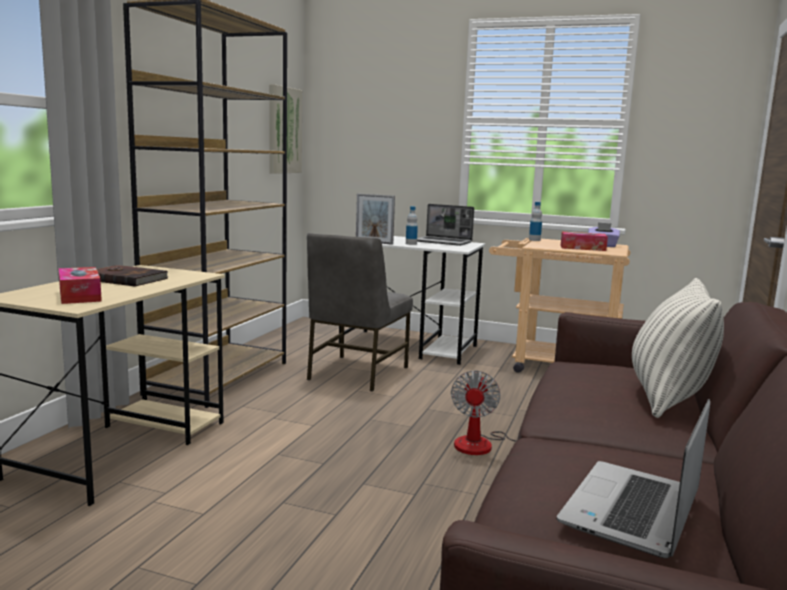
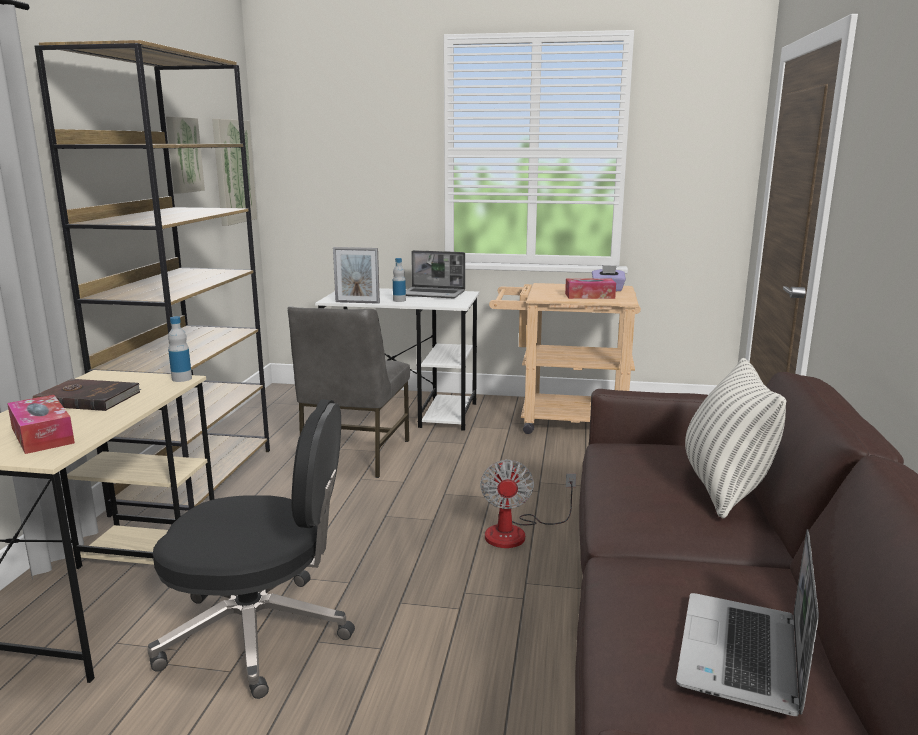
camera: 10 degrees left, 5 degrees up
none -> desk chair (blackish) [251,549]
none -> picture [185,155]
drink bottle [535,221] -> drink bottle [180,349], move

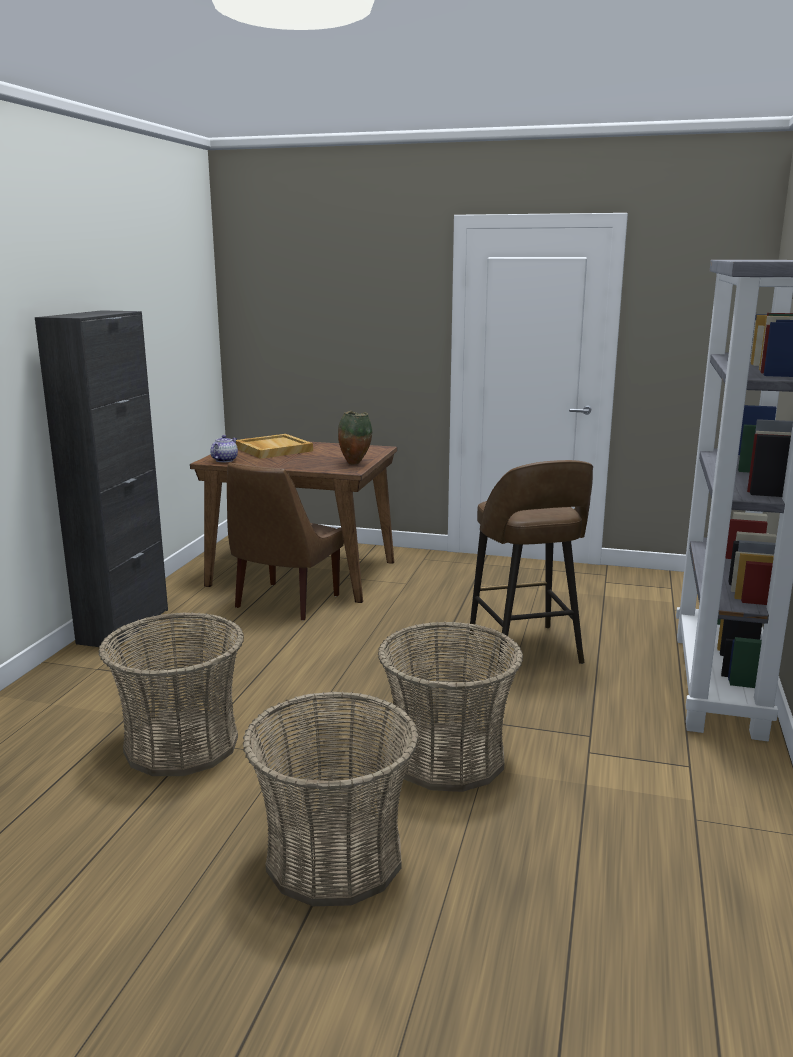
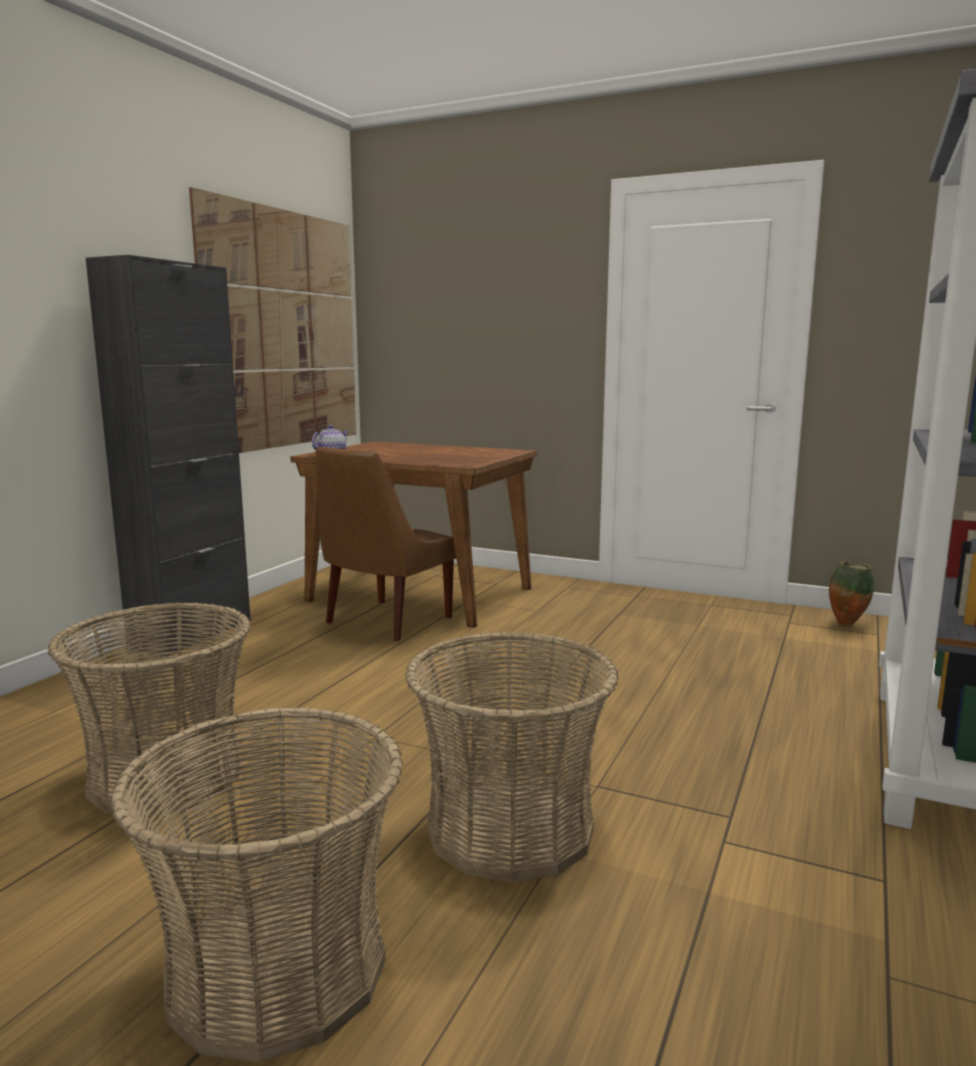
camera: 10 degrees right, 5 degrees down
none -> picture [272,320]
vase [355,438] -> vase [851,593], move
serving tray (sand-coloured) [274,446] -> none
stool seat (brown-coloured) [531,565] -> none

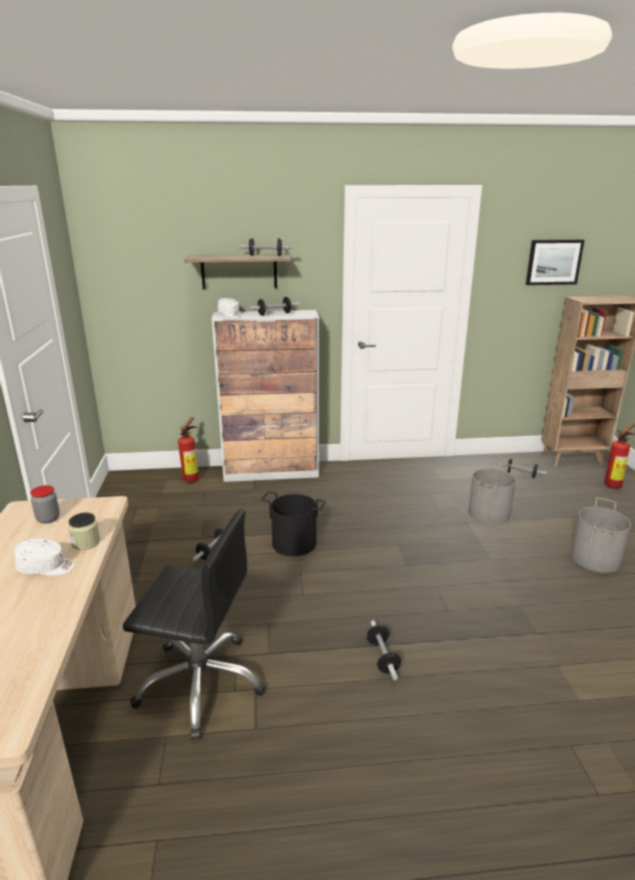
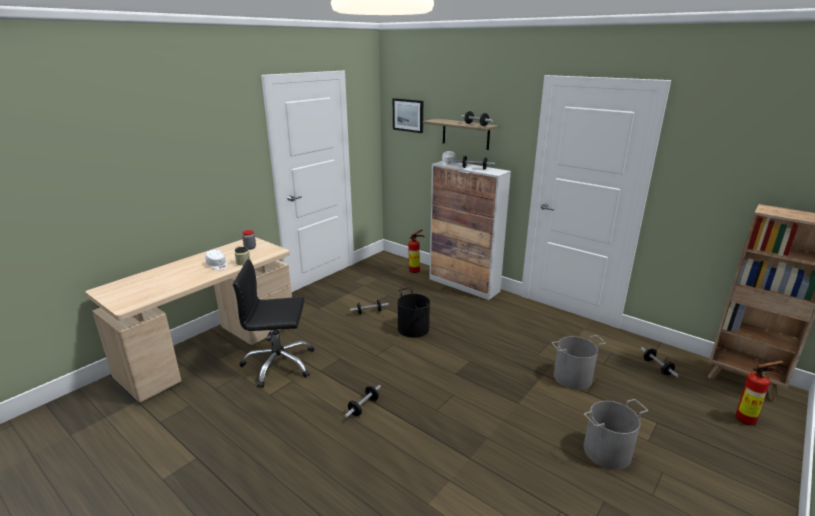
camera: 45 degrees right, 0 degrees up
desk chair (blackish) [194,624] -> desk chair (blackish) [273,323], 120 degrees clockwise
picture [555,262] -> picture [408,115], move

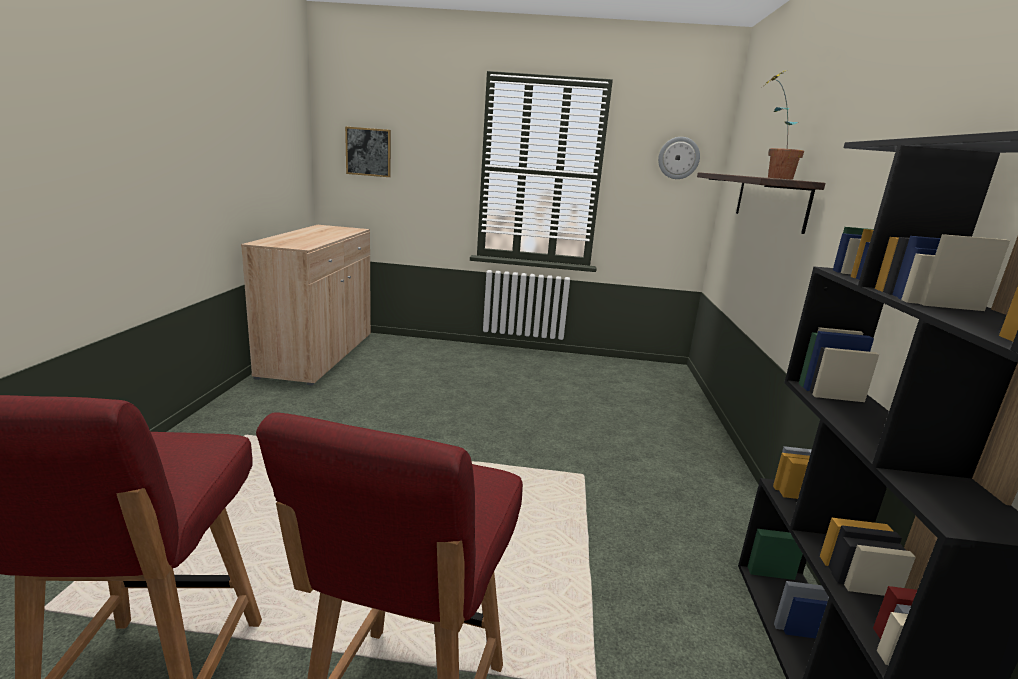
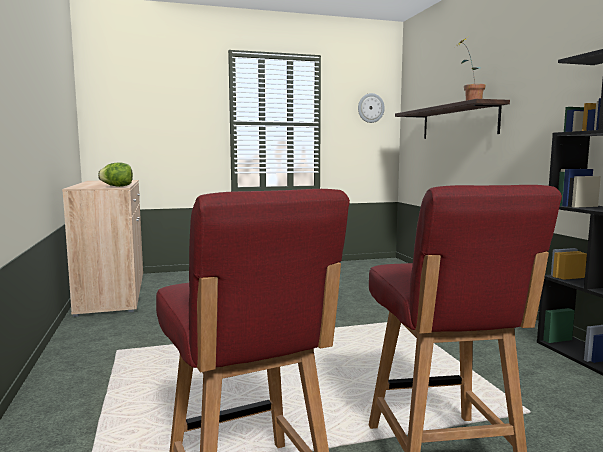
camera: 20 degrees left, 10 degrees down
none -> lettuce [115,174]
picture [368,151] -> none

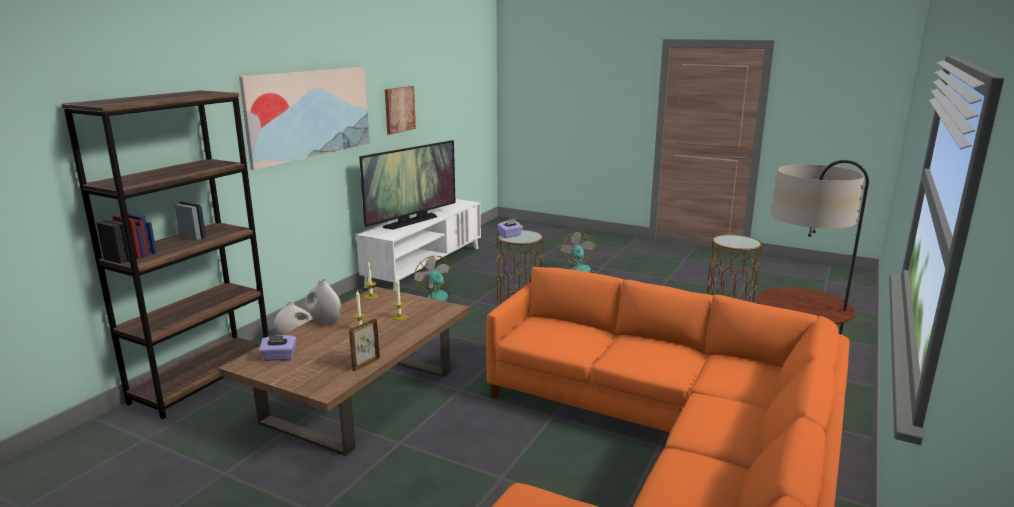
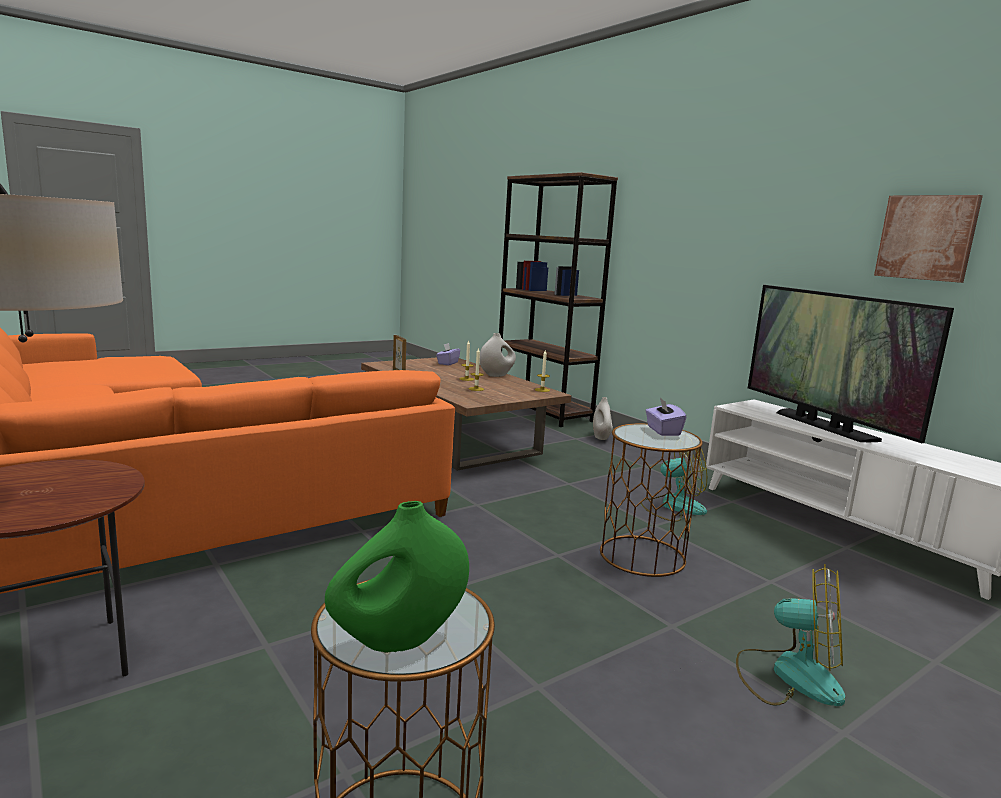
camera: 115 degrees right, 5 degrees down
none -> vase (green) [397,577]
picture [304,118] -> none

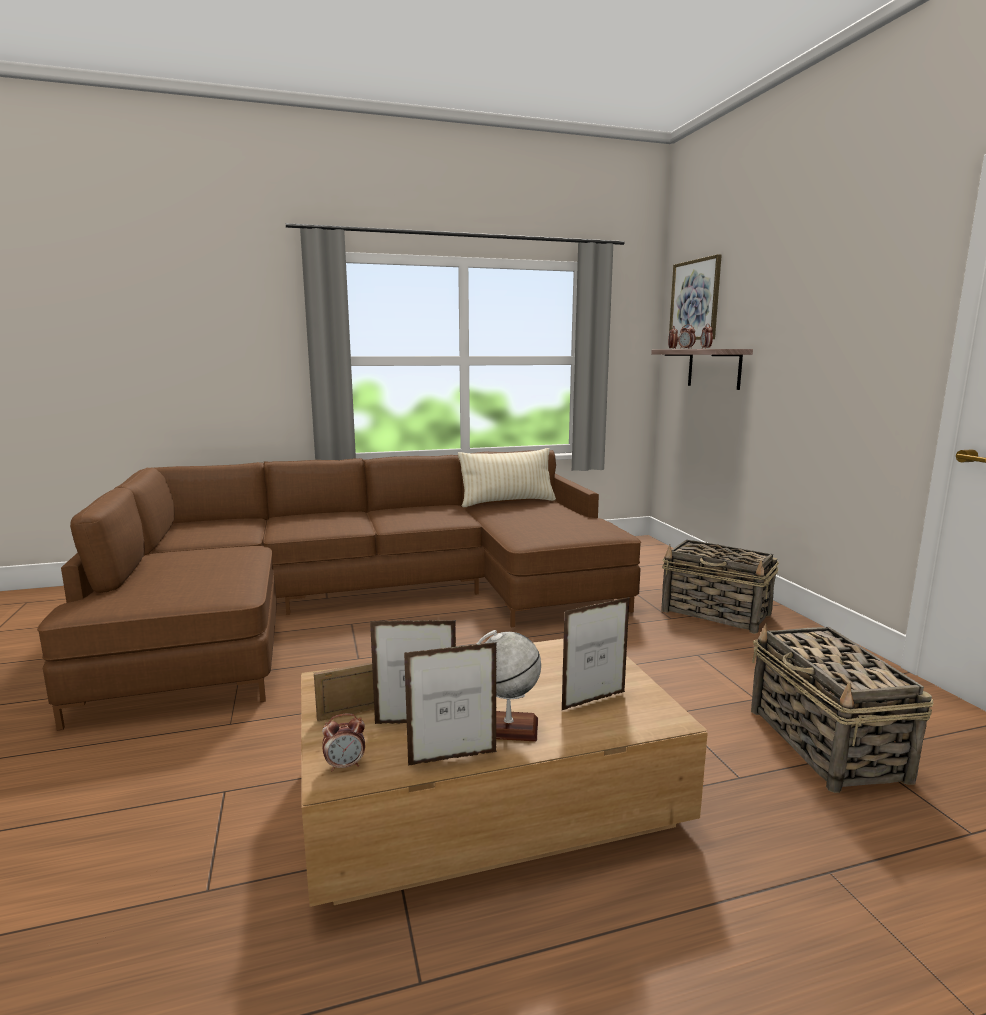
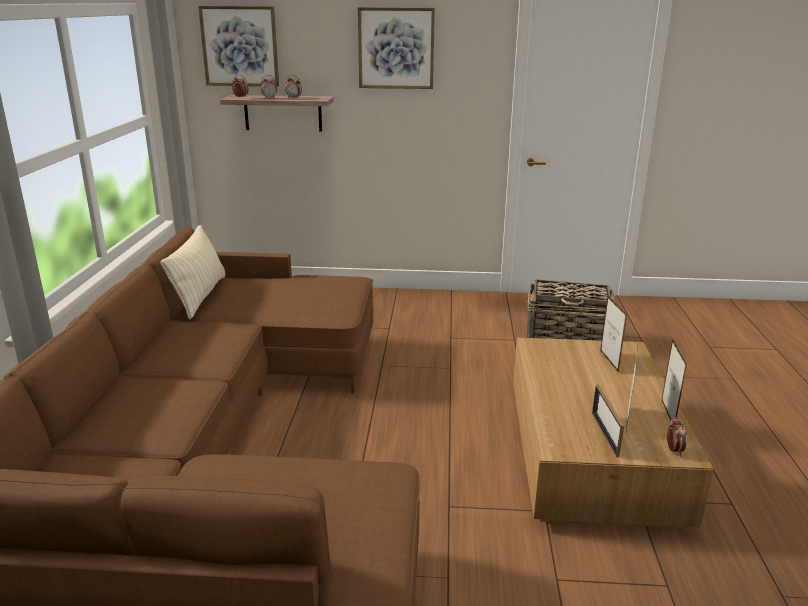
camera: 70 degrees left, 10 degrees up
none -> picture [396,48]
world globe [509,686] -> none
storage basket [720,587] -> none

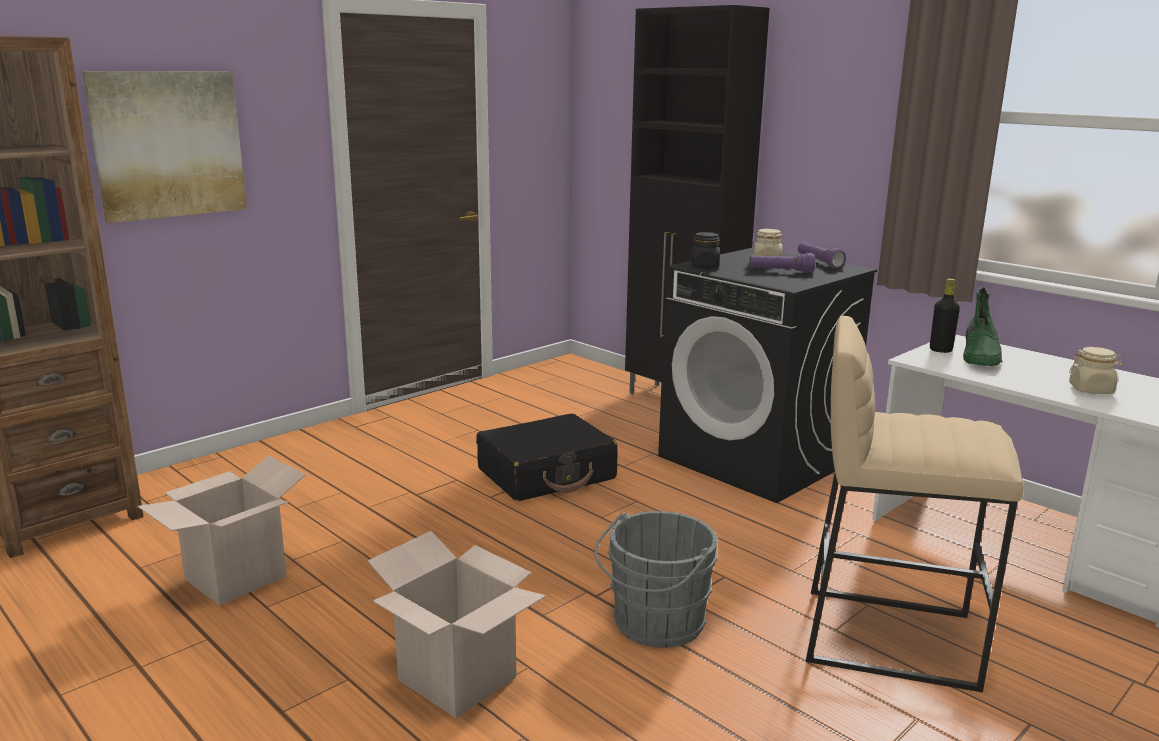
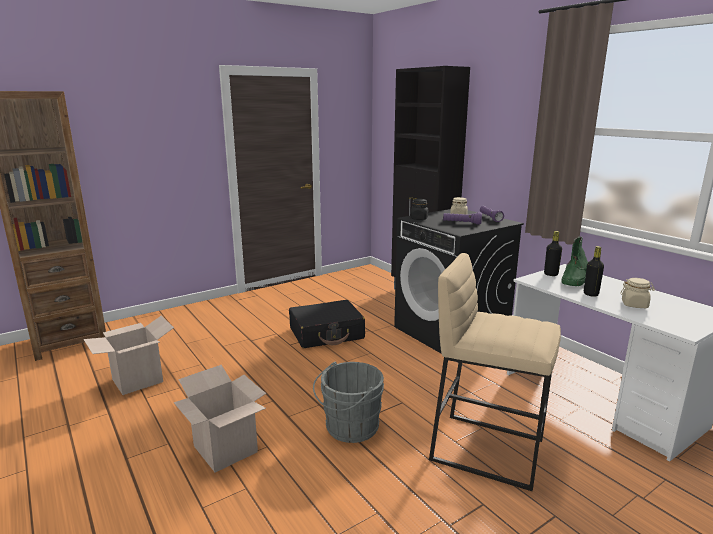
camera: 10 degrees right, 0 degrees up
none -> drink bottle (blackish) [594,271]
picture [165,147] -> none

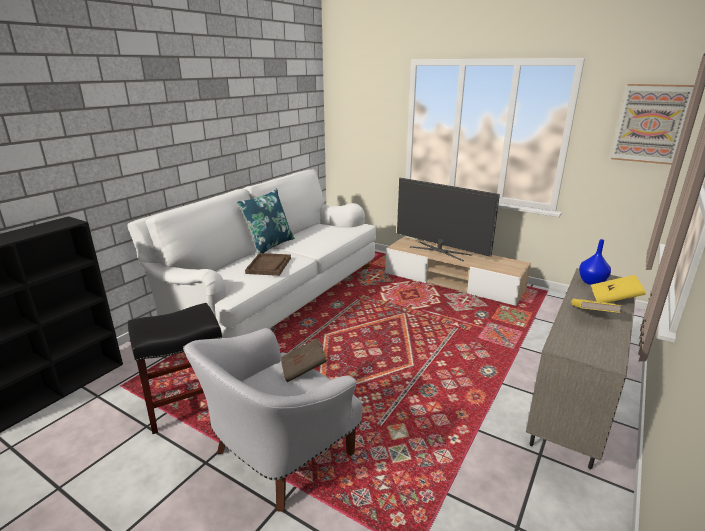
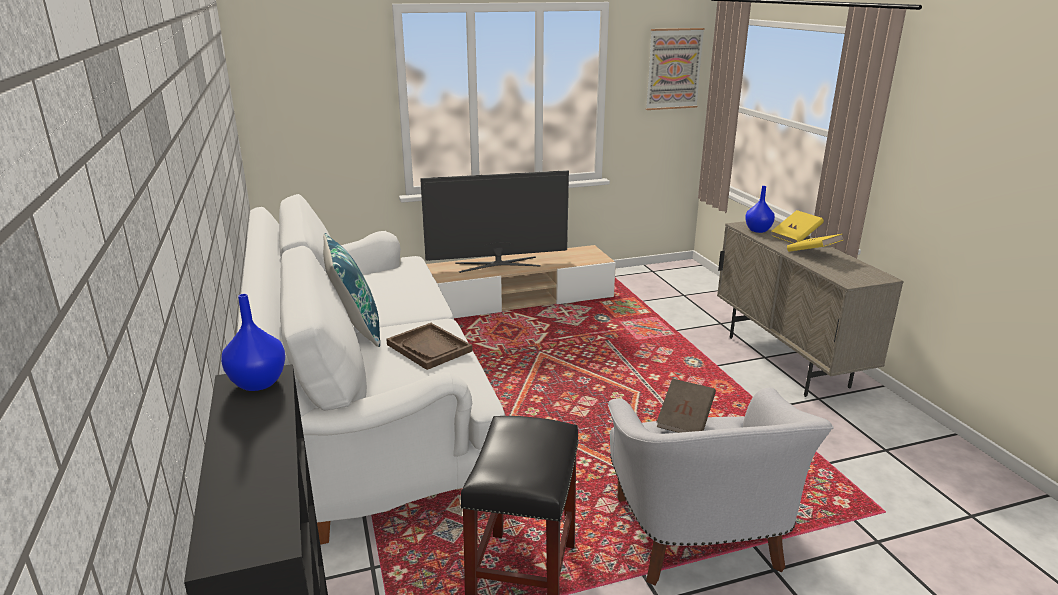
camera: 50 degrees left, 0 degrees up
none -> vase (bluish) [253,342]

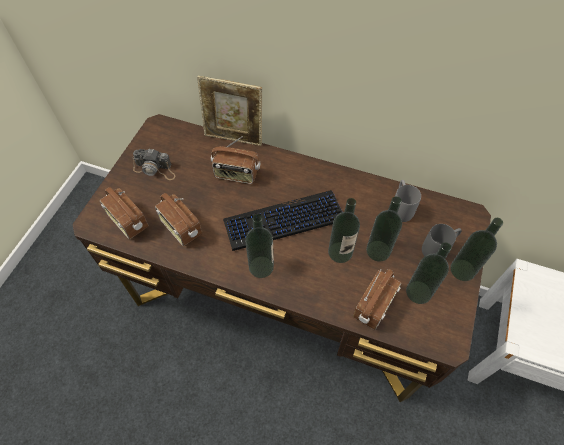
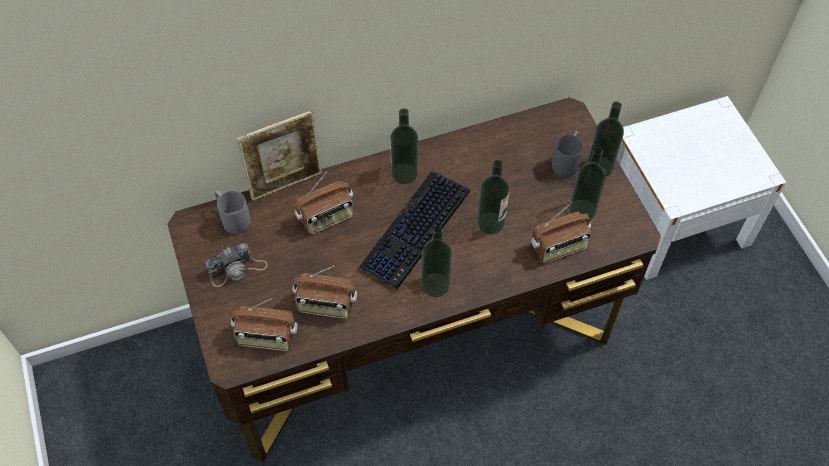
camera: 40 degrees left, 0 degrees up
mug (gray) [408,201] -> mug (gray) [232,212], move
drink bottle [384,229] -> drink bottle [404,146], move
radio [377,299] -> radio [561,232], 75 degrees clockwise

